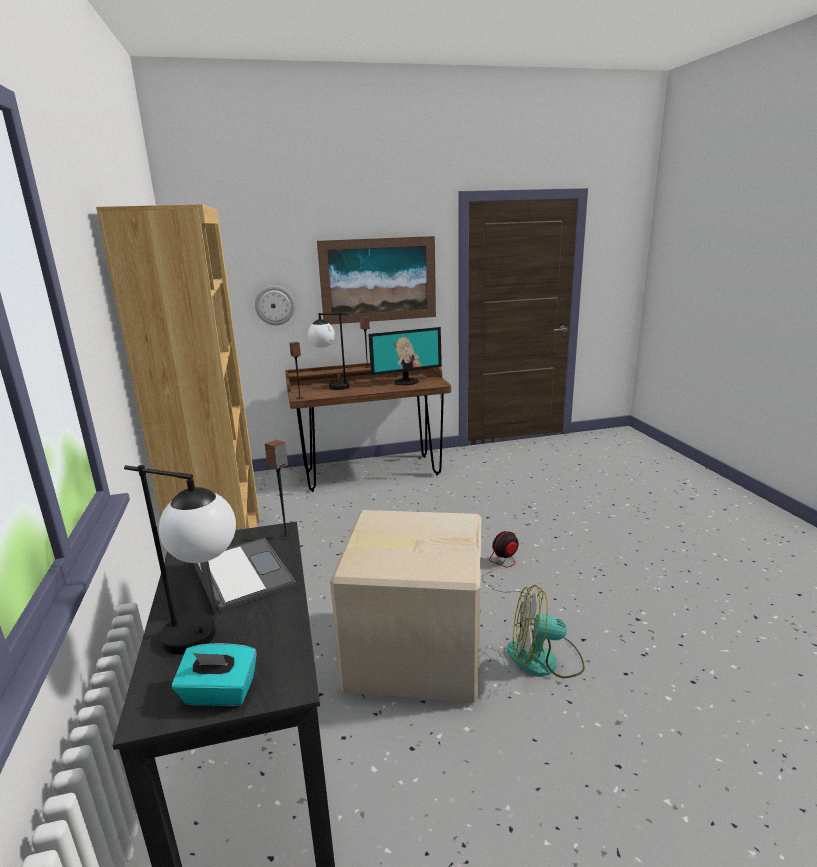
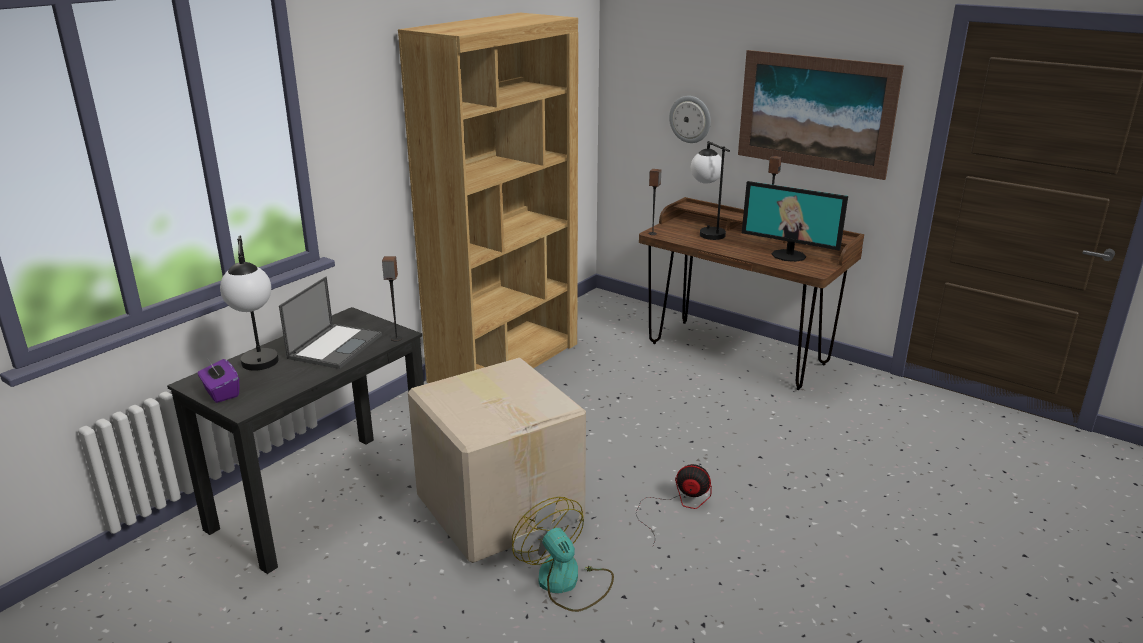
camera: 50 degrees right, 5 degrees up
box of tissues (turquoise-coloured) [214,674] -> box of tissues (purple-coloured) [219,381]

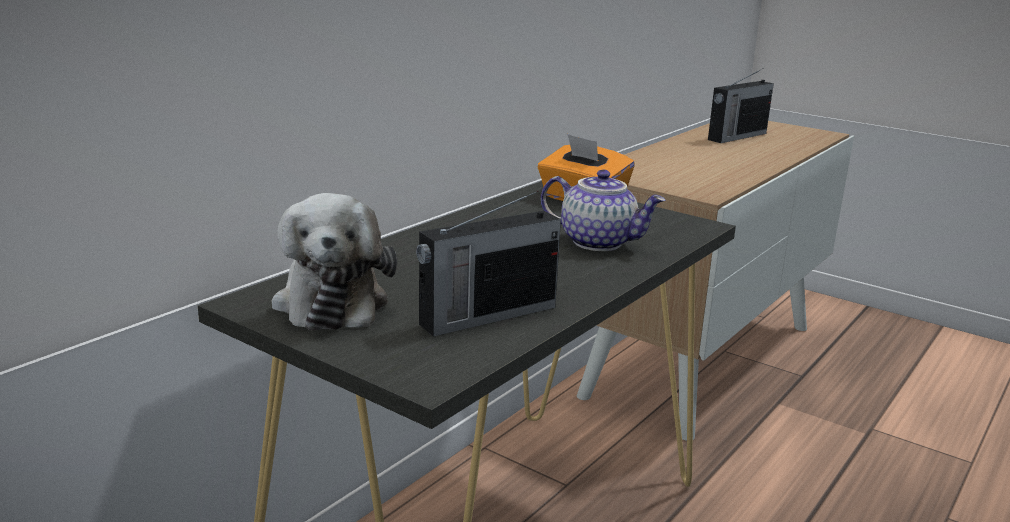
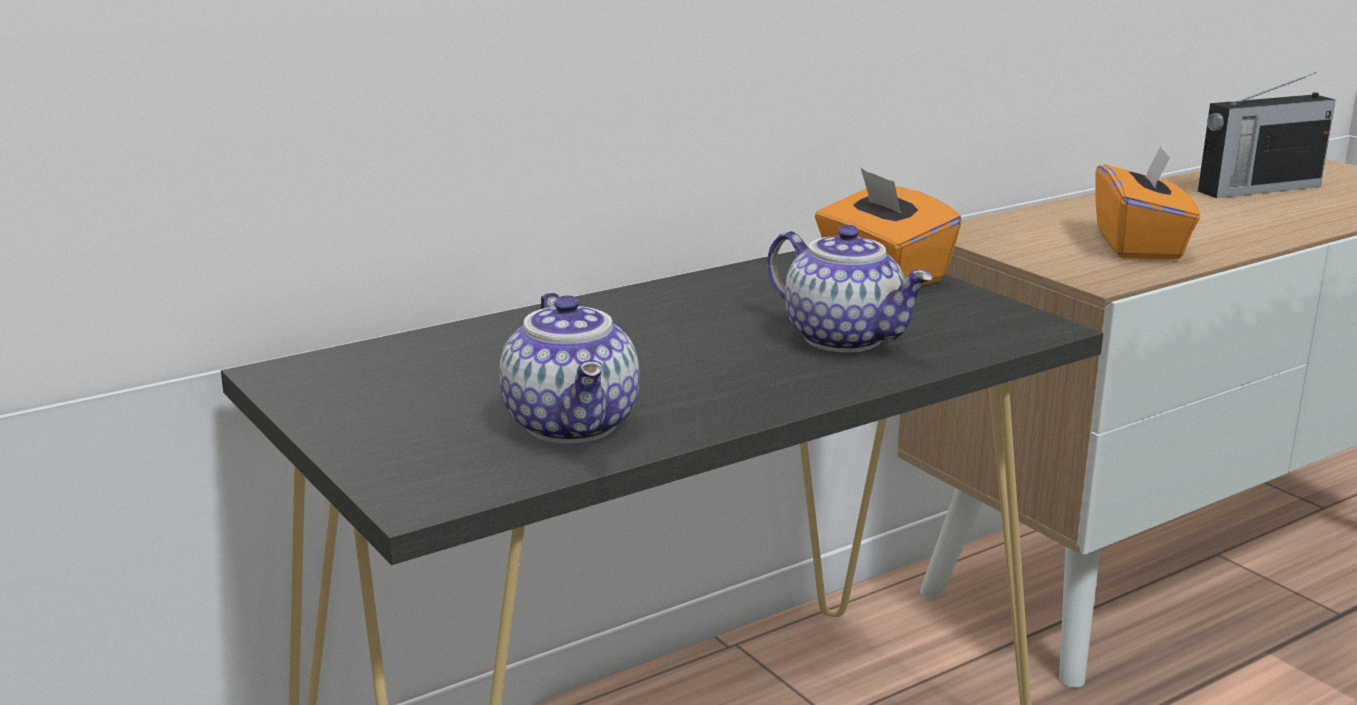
camera: 20 degrees right, 0 degrees up
radio [488,264] -> tea pot [569,368]
none -> box of tissues (orange-coloured) [1147,202]
cuddly toy [334,261] -> none

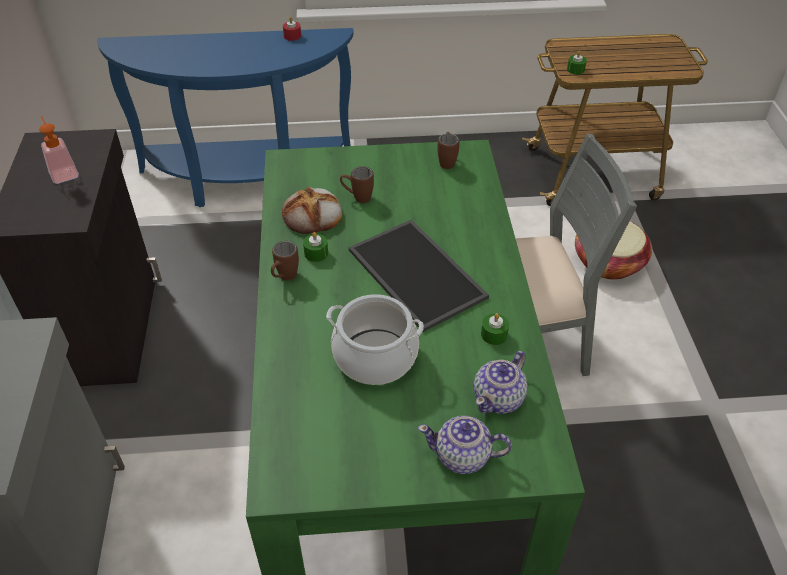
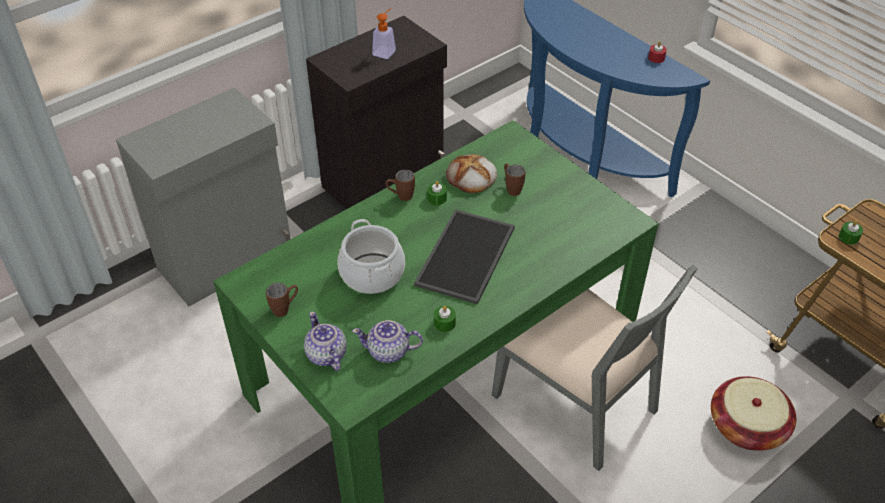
camera: 55 degrees right, 0 degrees up
mug (brown-coloured) [448,150] -> mug (brown-coloured) [282,300], move

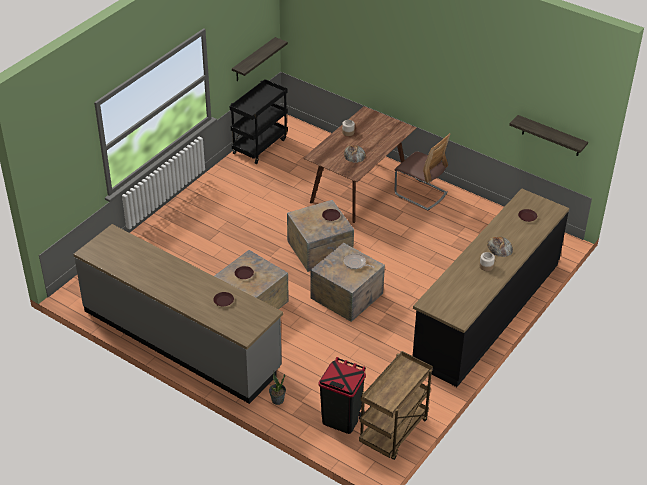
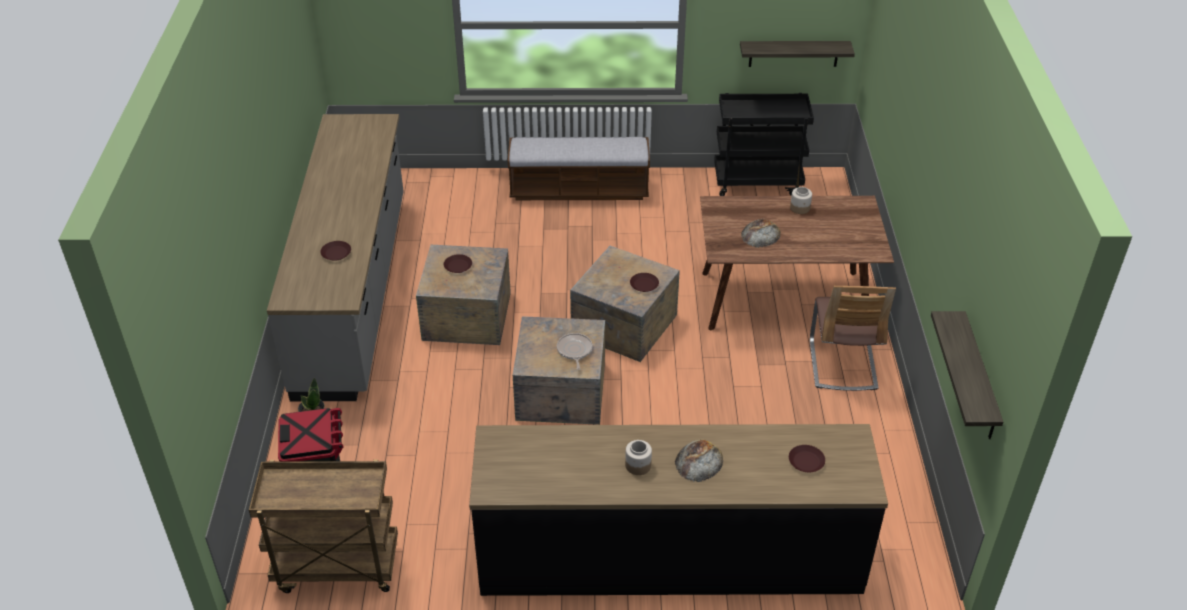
camera: 55 degrees right, 0 degrees up
none -> indoor bench [579,168]

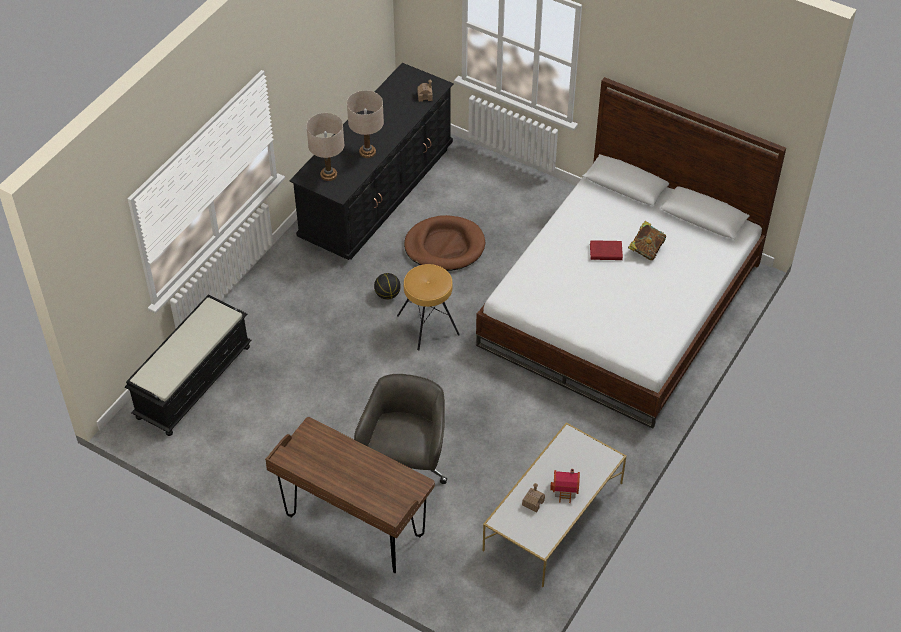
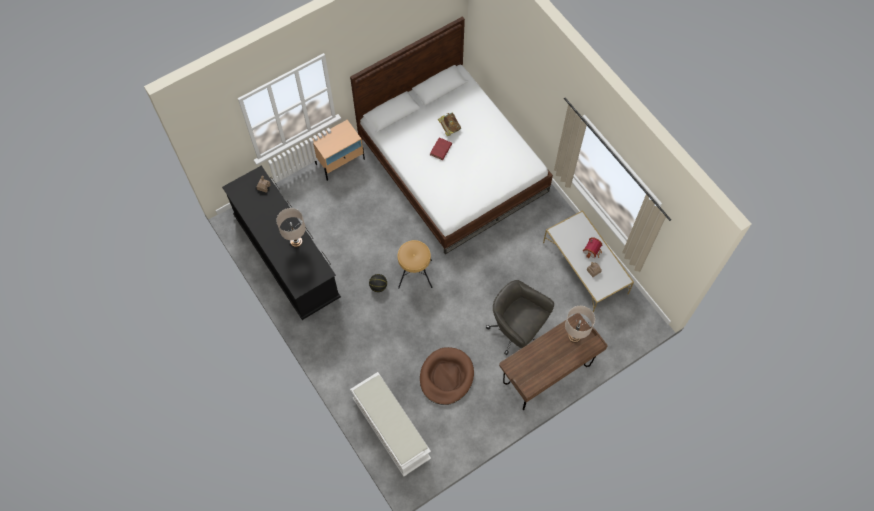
camera: 65 degrees left, 15 degrees up
none -> bedside table (sand-coloured) [339,150]
indoor bench (blackish) [188,365] -> indoor bench (whitish) [390,424]
dog bed (brown-coloured) [444,243] -> dog bed (brown-coloured) [447,376], move
table lamp (sand-coloured) [325,147] -> table lamp (sand-coloured) [580,324], move

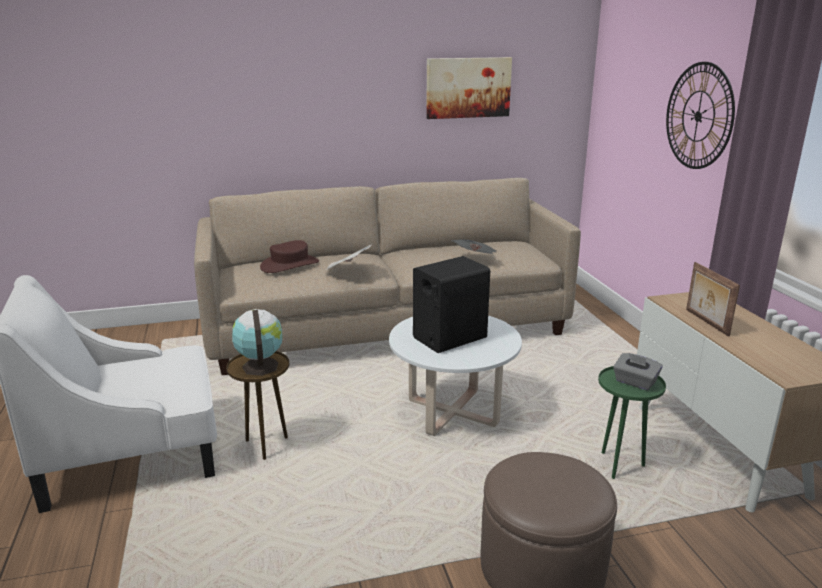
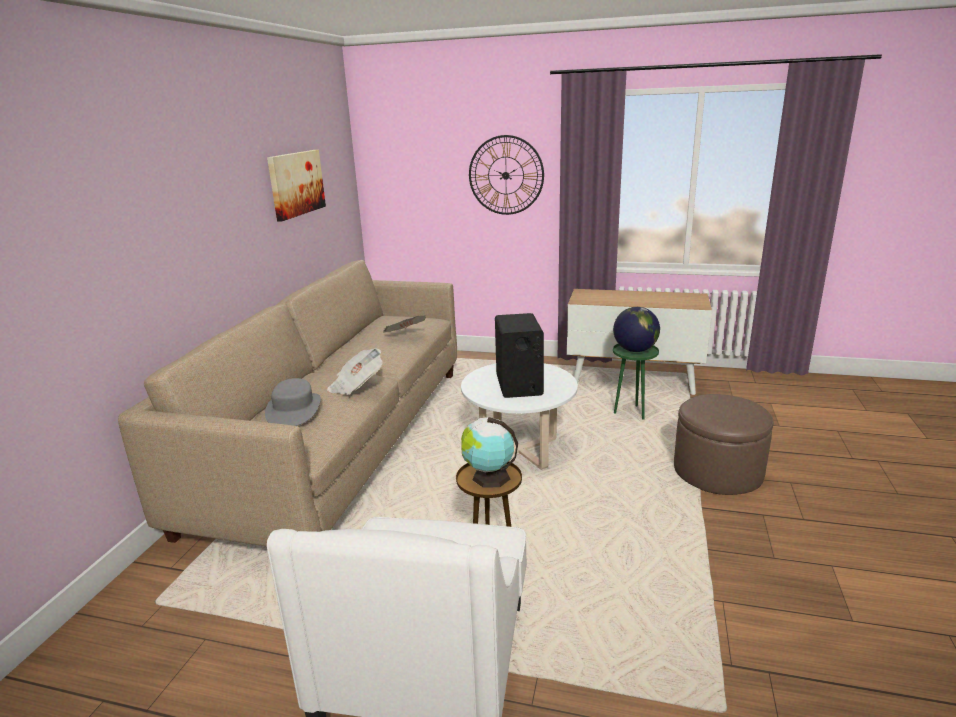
camera: 60 degrees left, 0 degrees up
wearable hat (brown-coloured) [289,256] -> wearable hat (gray) [293,402]
box of tissues (gray) [638,371] -> world globe [636,329]
photo frame [713,299] -> none

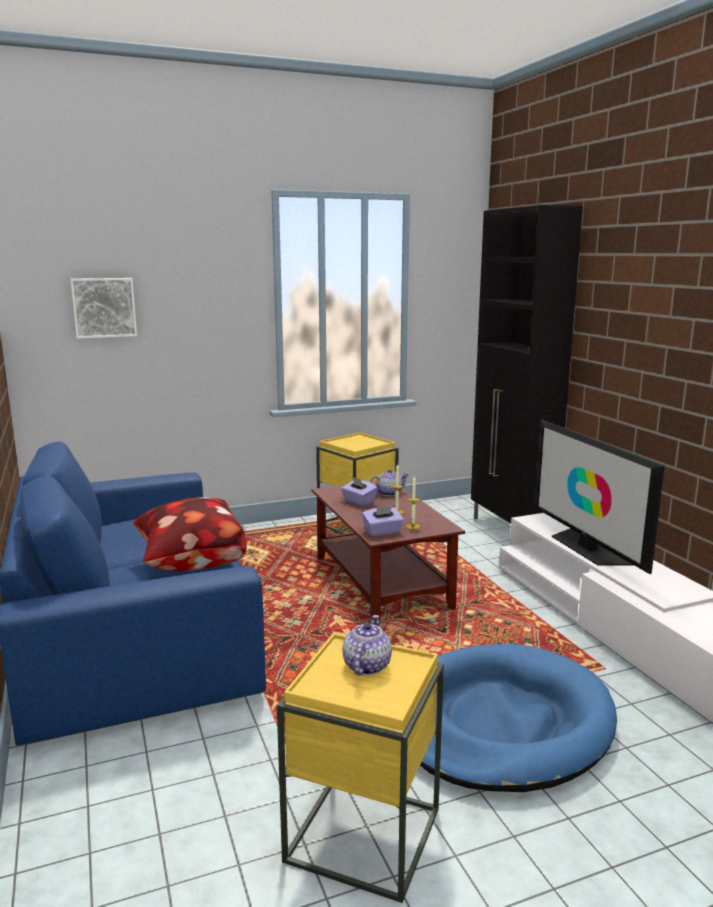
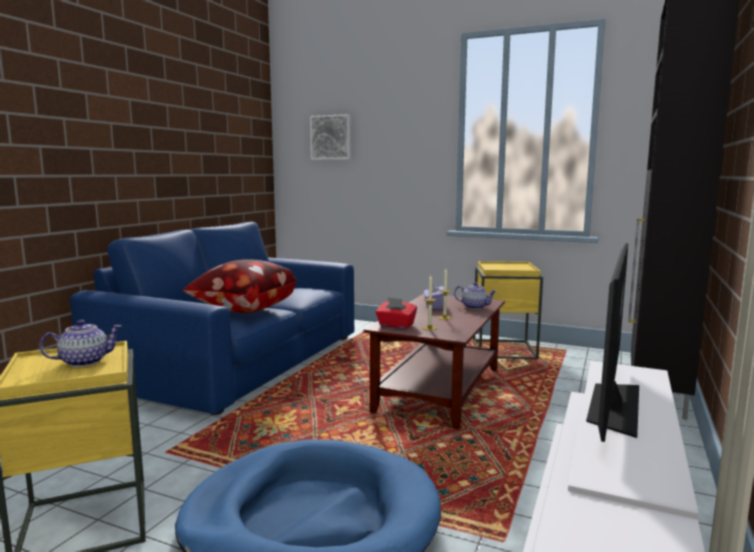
camera: 45 degrees right, 5 degrees down
box of tissues (purple-coloured) [383,521] -> box of tissues (red) [396,312]

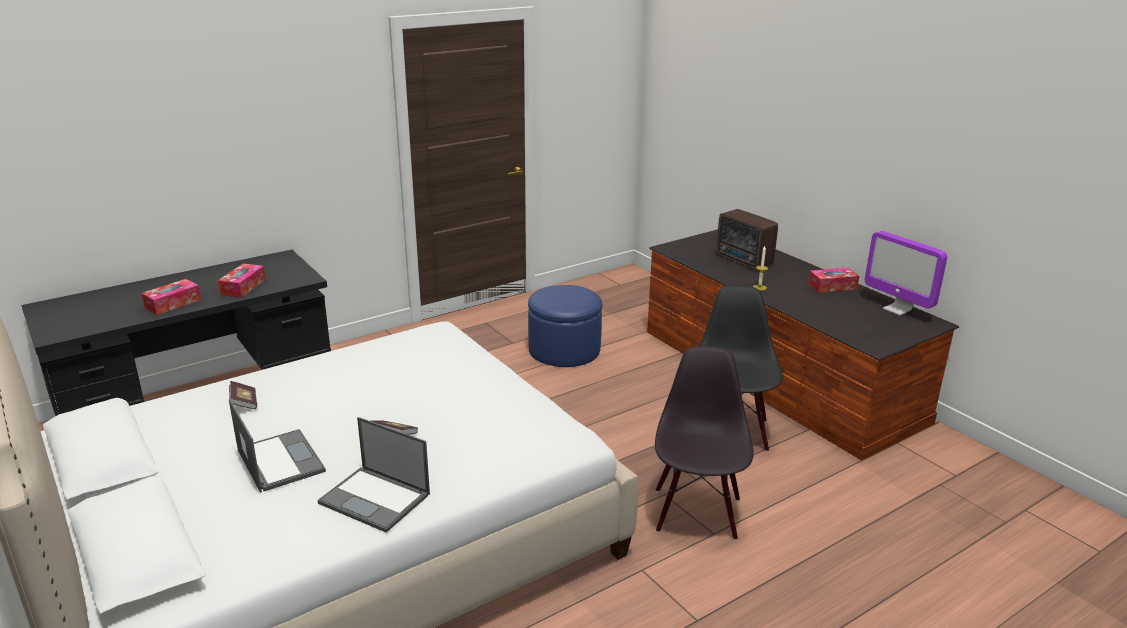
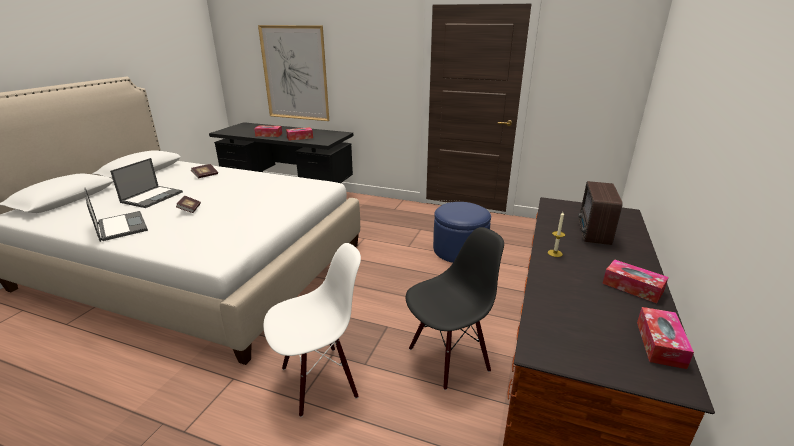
camera: 55 degrees right, 0 degrees up
portable computer [373,475] -> portable computer [116,215], 150 degrees clockwise
none -> picture [293,73]
upright chair (blackish) [704,443] -> upright chair (whitish) [312,330]
computer screen [906,273] -> box of tissues [665,338]

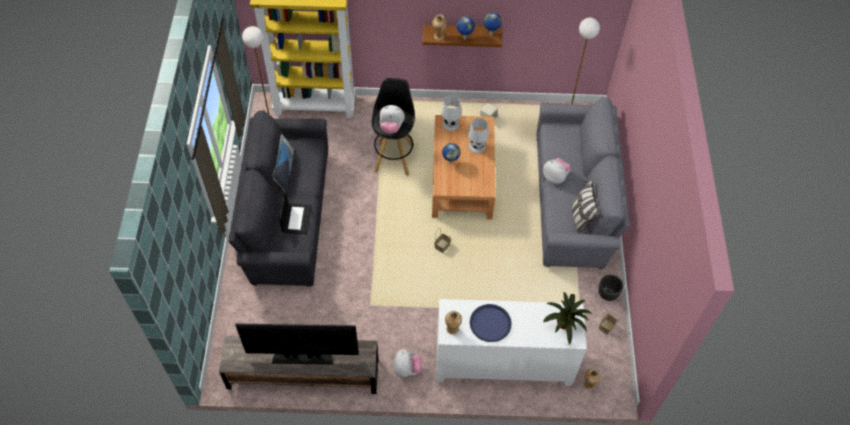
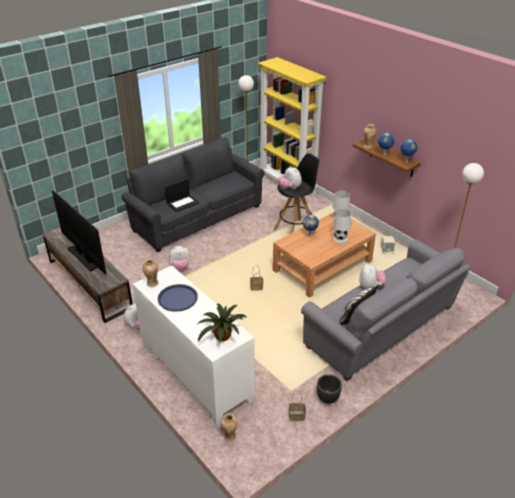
camera: 50 degrees right, 20 degrees down
none -> cuddly toy [180,258]
pillow [283,162] -> none

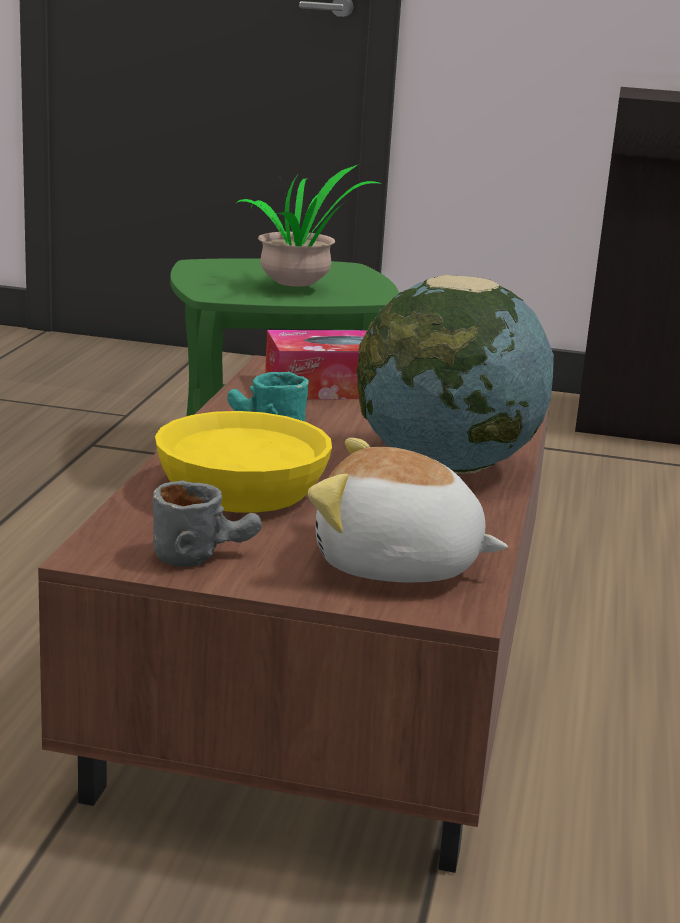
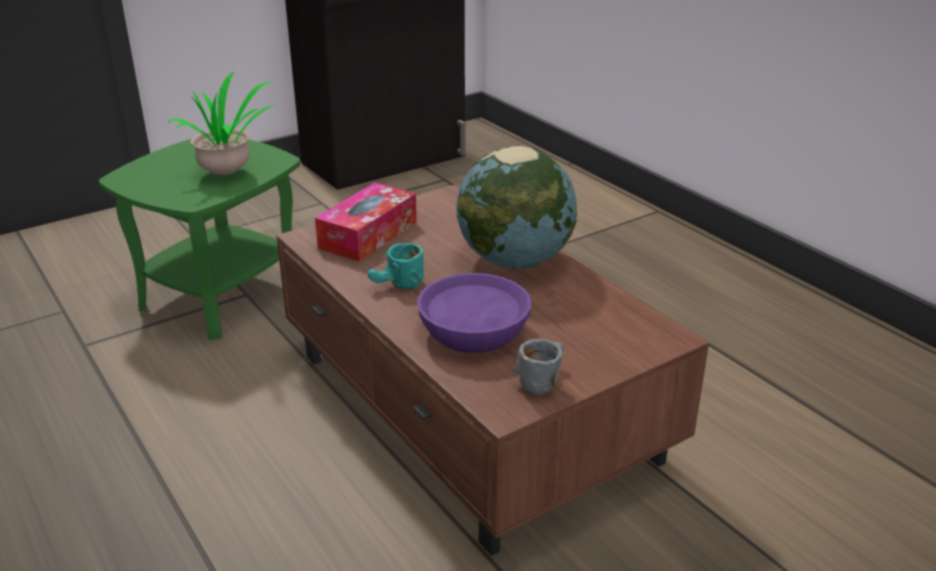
camera: 45 degrees left, 10 degrees up
deep dish (yellow) [243,462] -> deep dish (purple-coloured) [474,313]
cuddly toy [408,510] -> none

